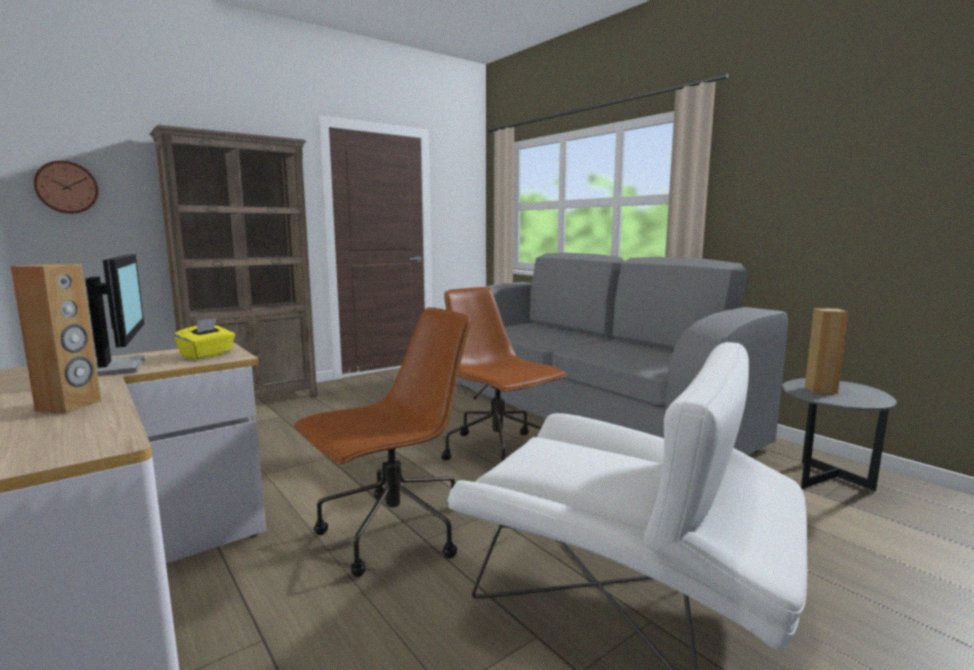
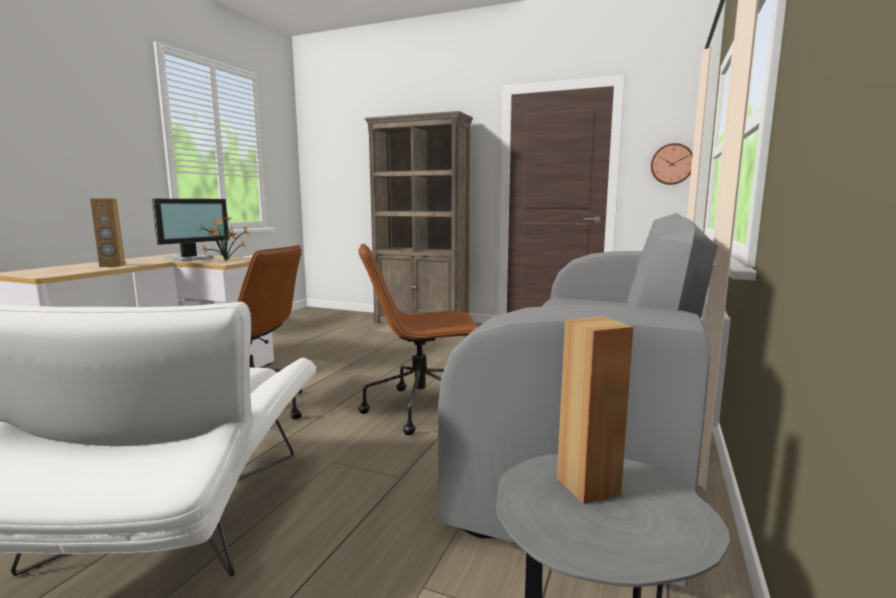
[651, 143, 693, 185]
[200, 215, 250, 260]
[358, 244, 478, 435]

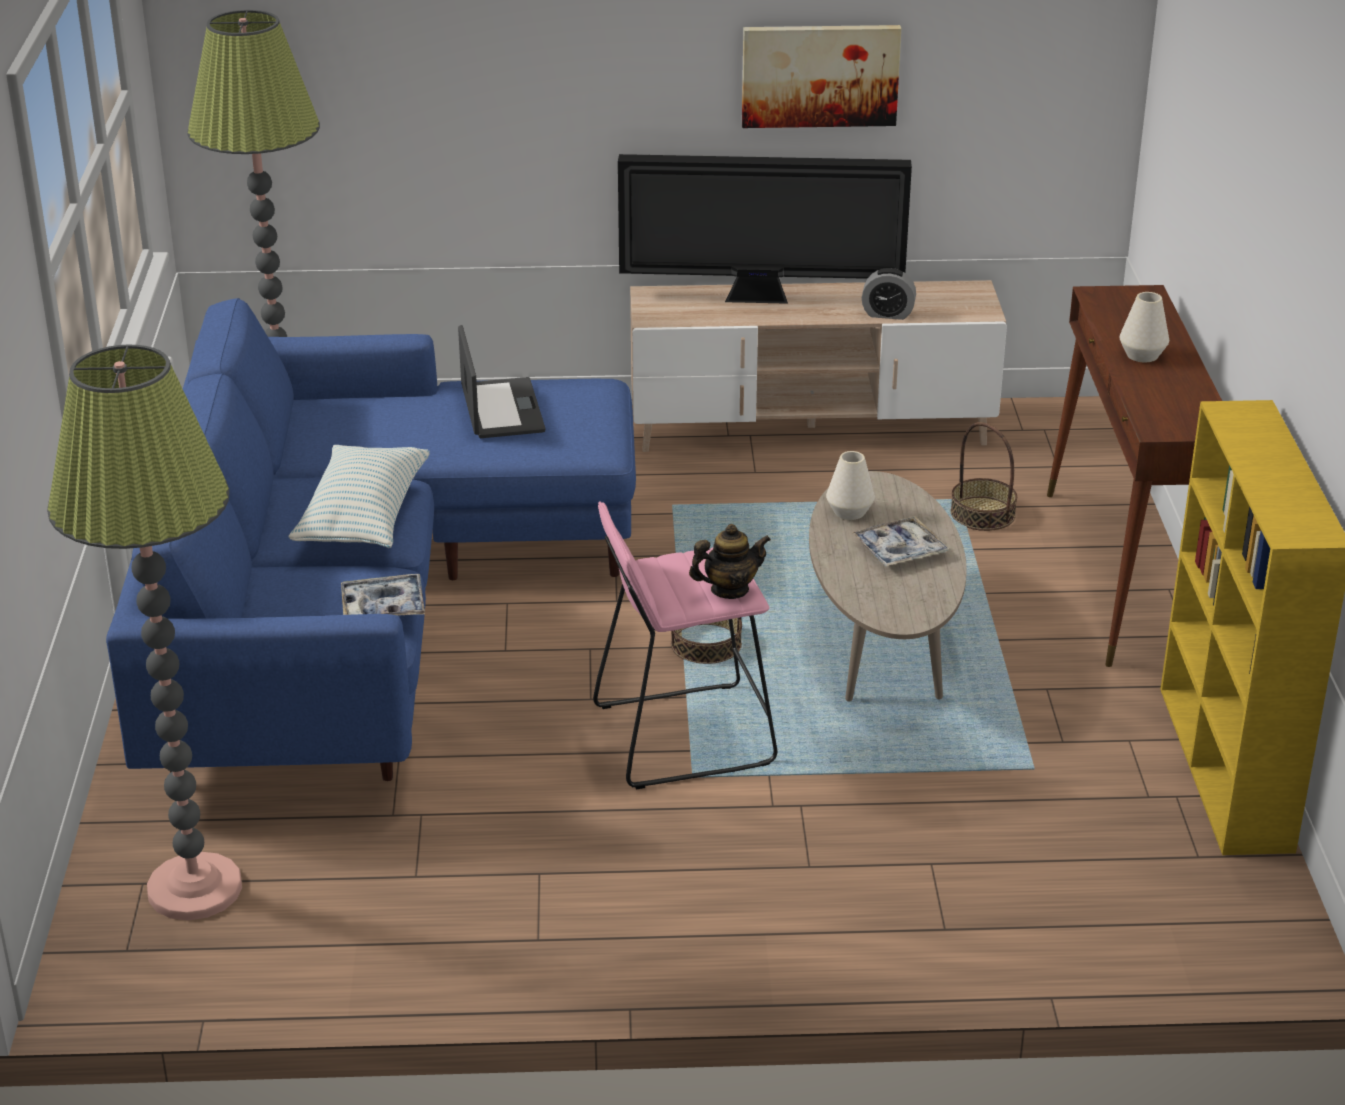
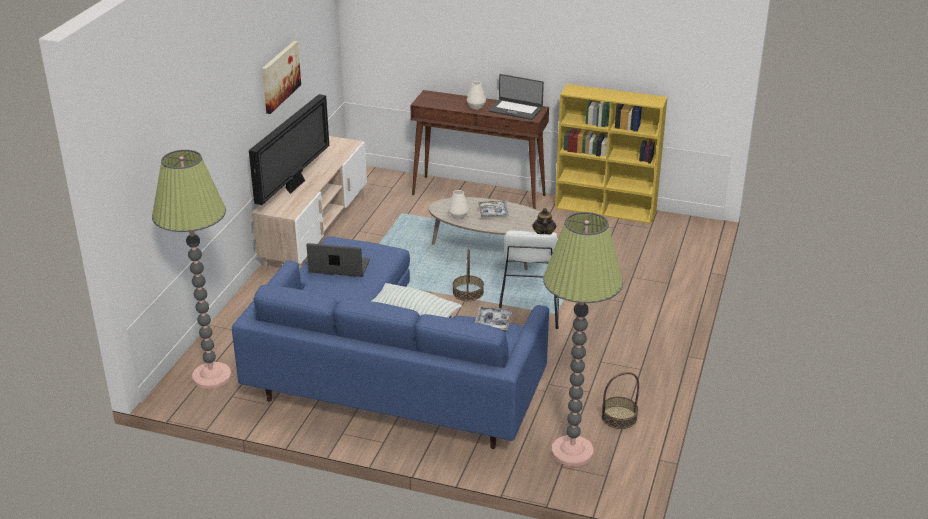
[862, 268, 916, 320] (first image)
[489, 74, 544, 120]
[601, 372, 639, 429]
[499, 230, 559, 329]

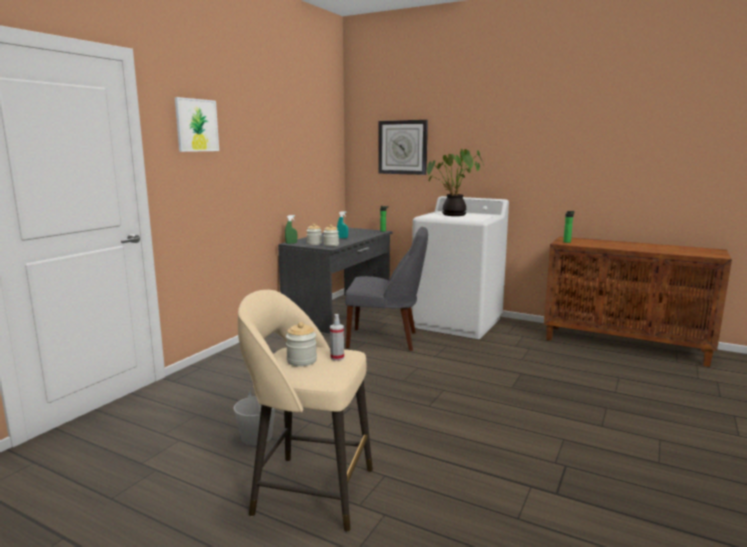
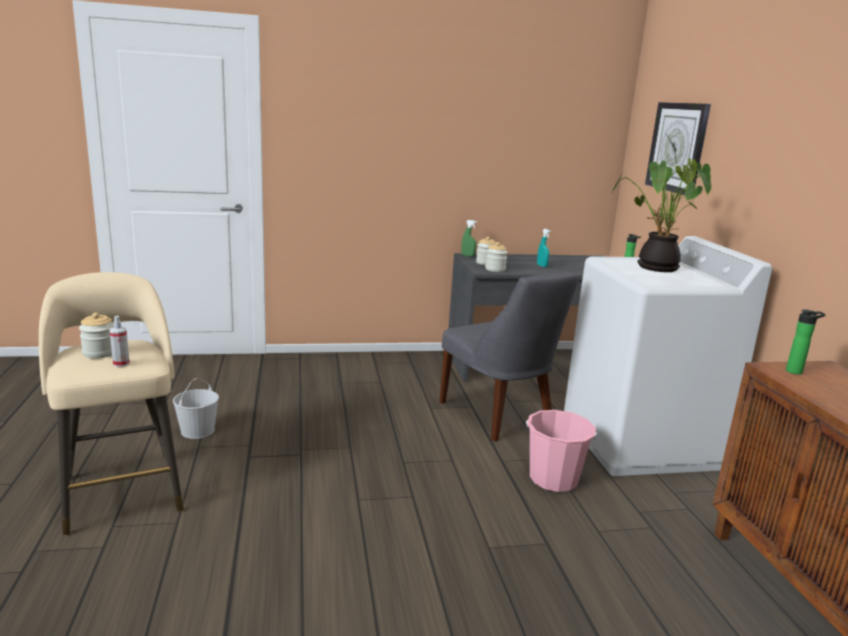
[175, 97, 219, 152] (first image)
[526, 410, 597, 492]

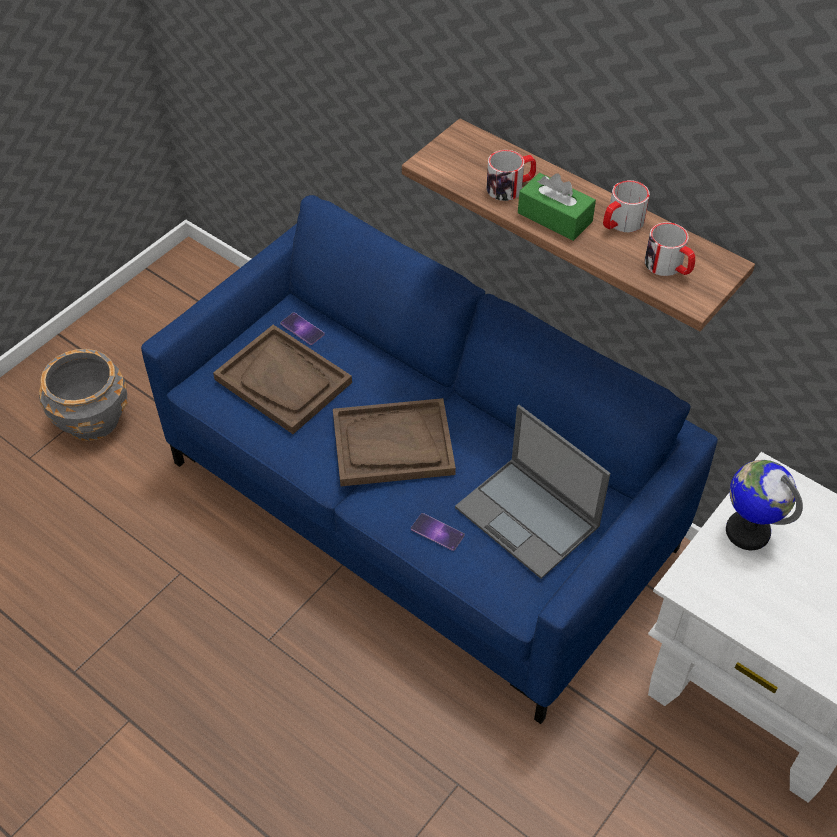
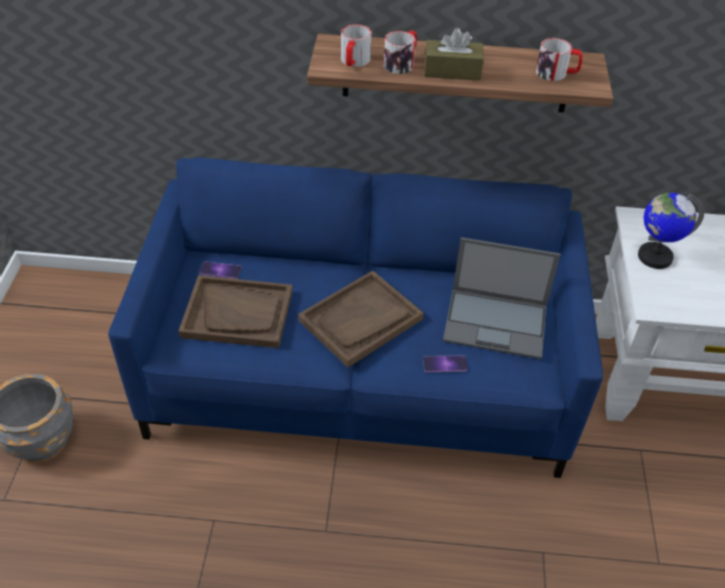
[341, 24, 372, 67]
[424, 28, 484, 81]

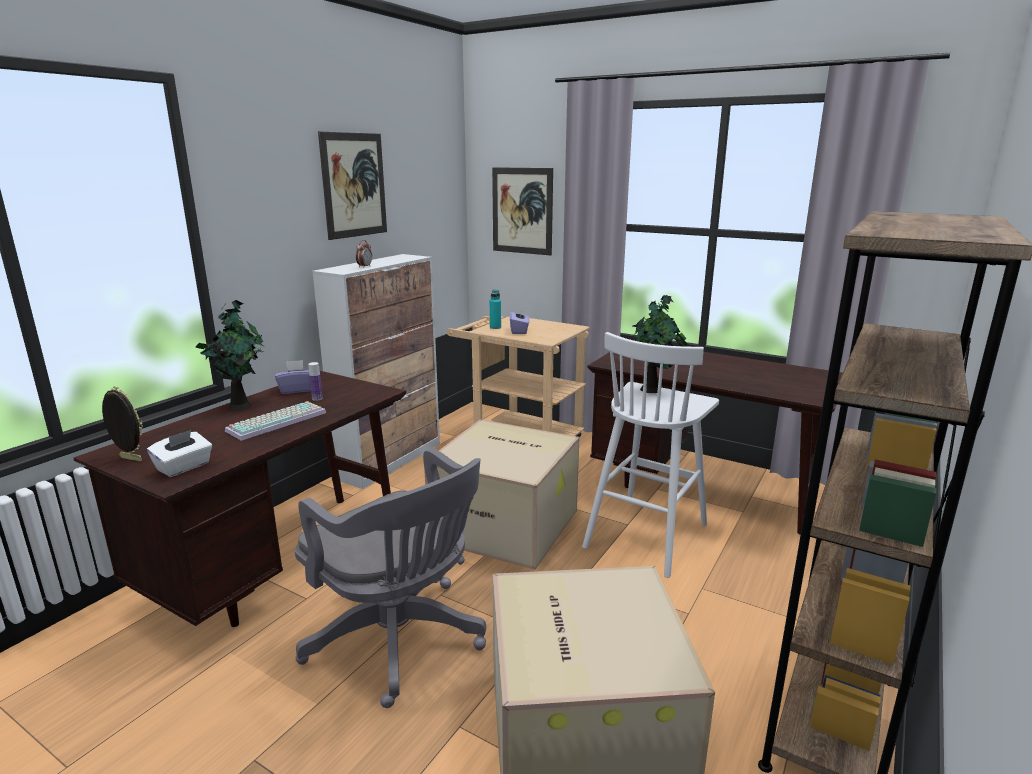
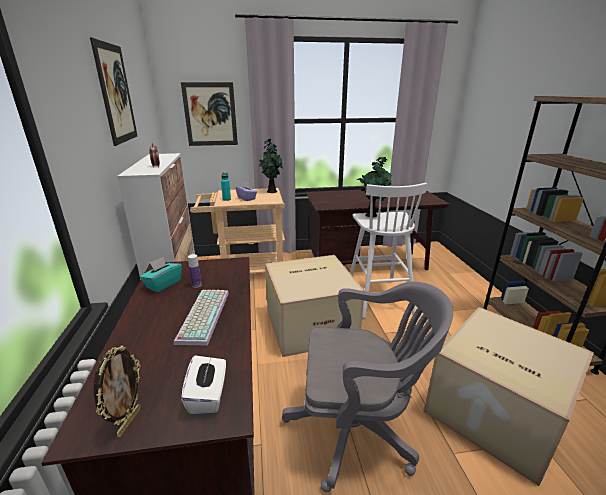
[259, 139, 283, 193]
[140, 257, 182, 292]
[94, 345, 141, 437]

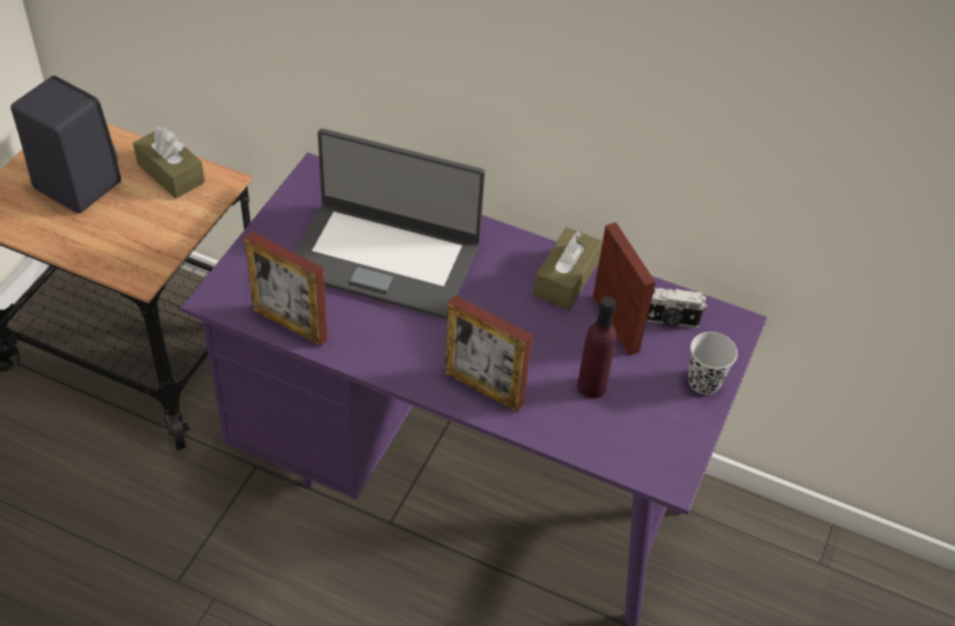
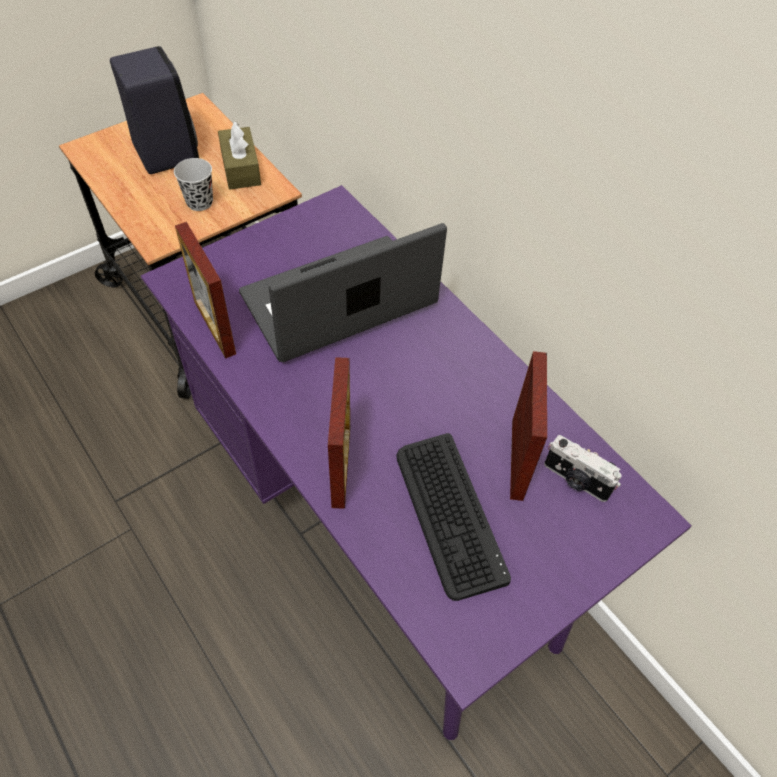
[533, 227, 602, 310] (first image)
[174, 158, 213, 211]
[396, 433, 511, 601]
[239, 223, 447, 362]
[328, 357, 350, 509]

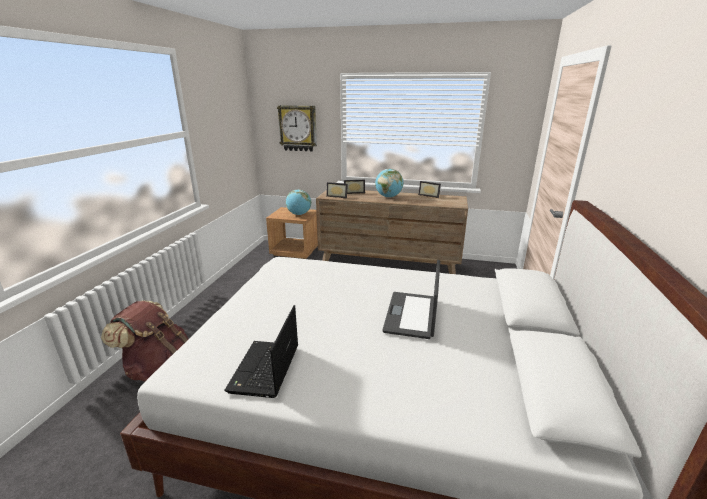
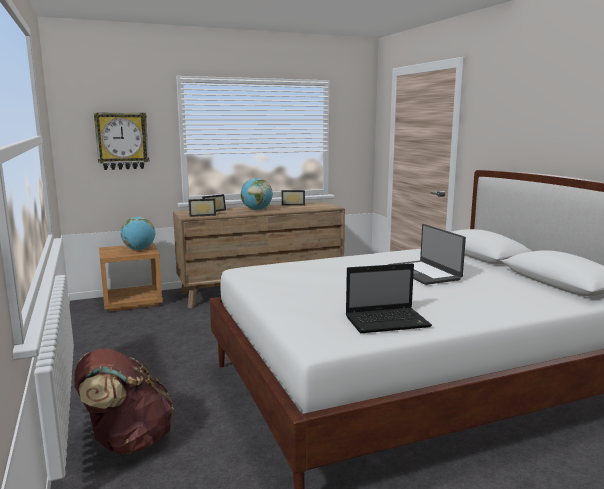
[346, 263, 432, 333]

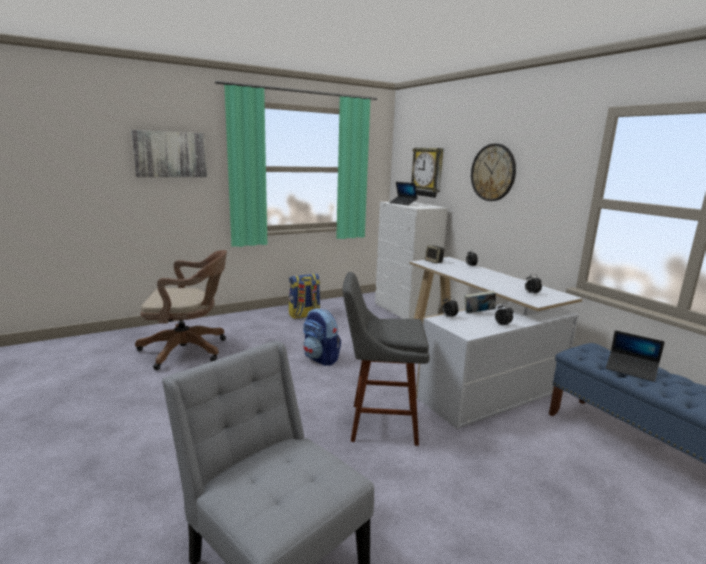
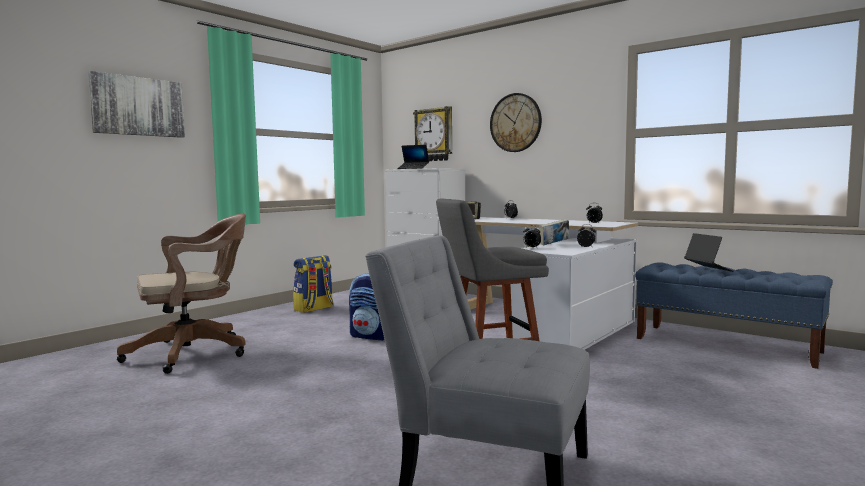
[684, 233, 734, 272]

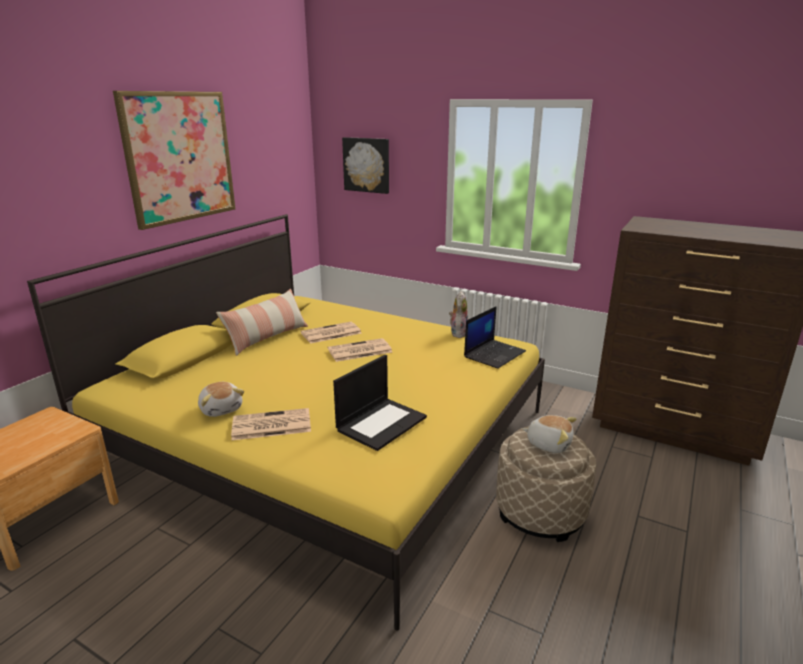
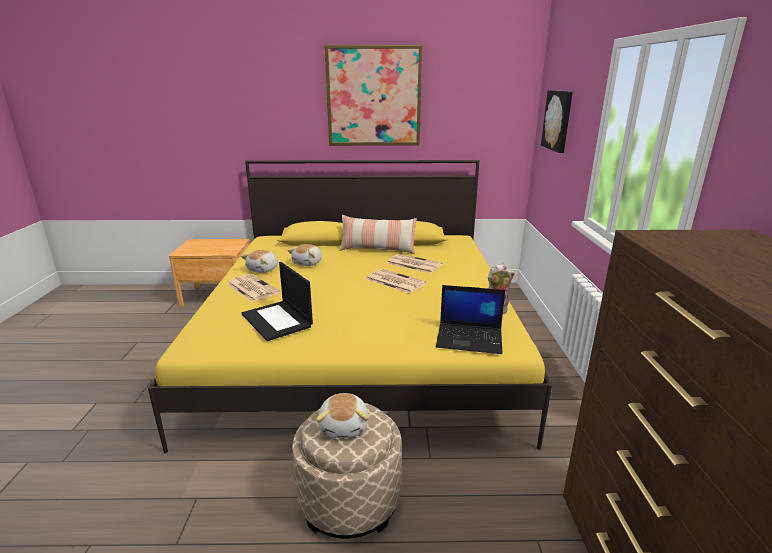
[287, 244, 322, 266]
[241, 262, 313, 341]

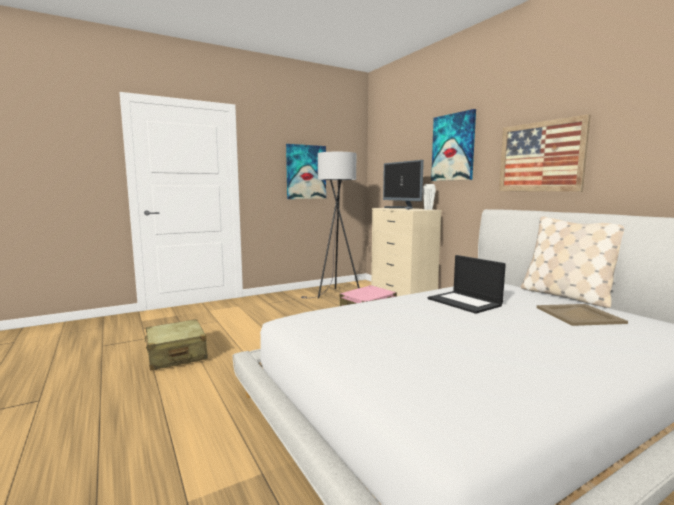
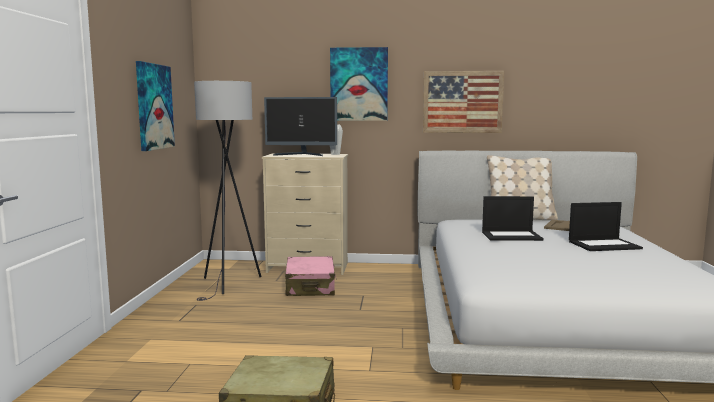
[569, 202, 643, 251]

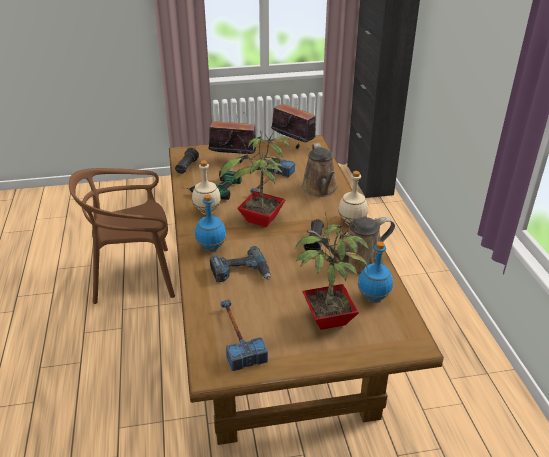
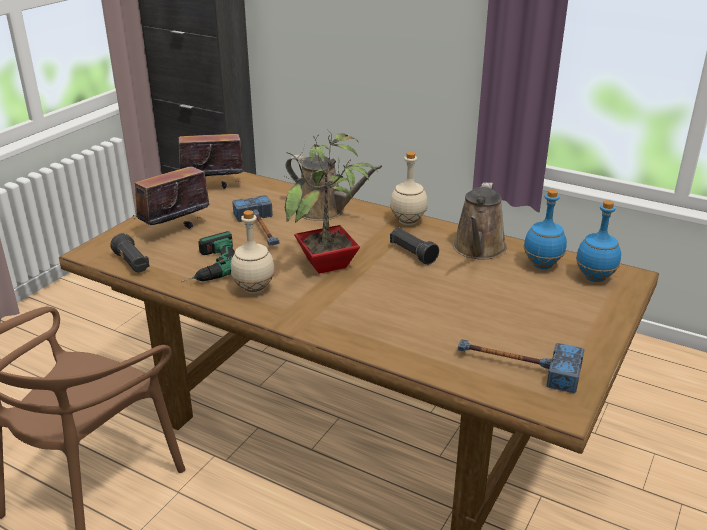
[210, 246, 271, 283] (first image)
[295, 212, 369, 330] (first image)
[576, 200, 621, 282]

